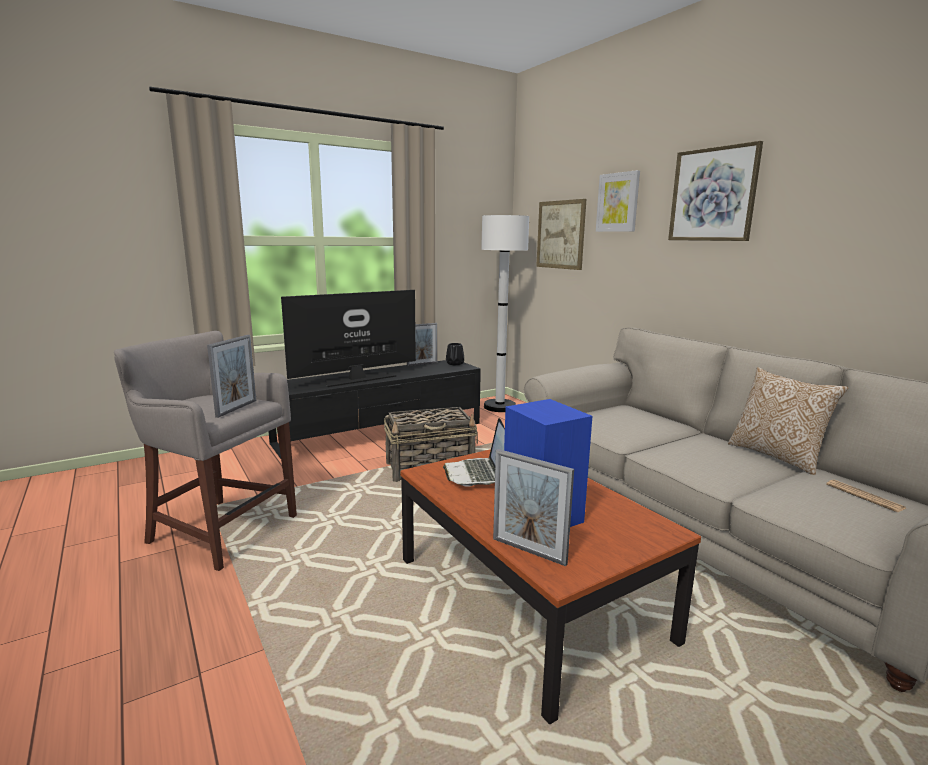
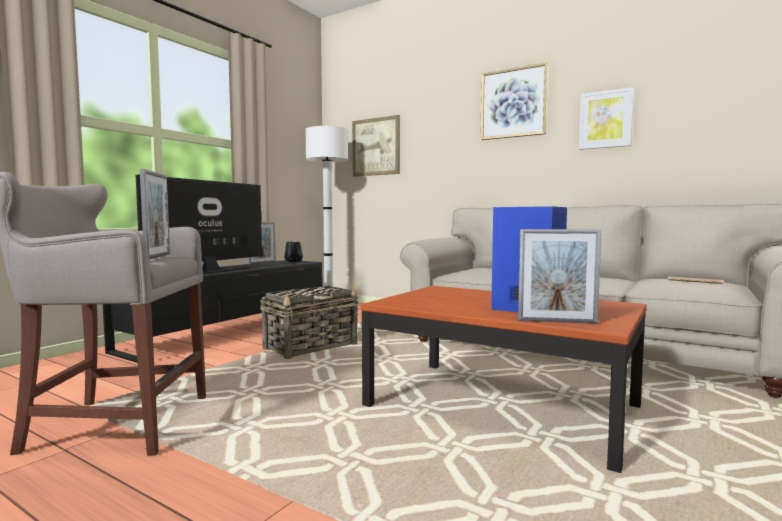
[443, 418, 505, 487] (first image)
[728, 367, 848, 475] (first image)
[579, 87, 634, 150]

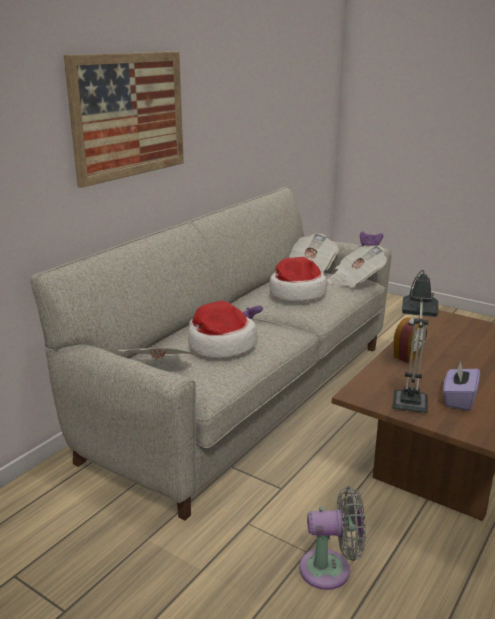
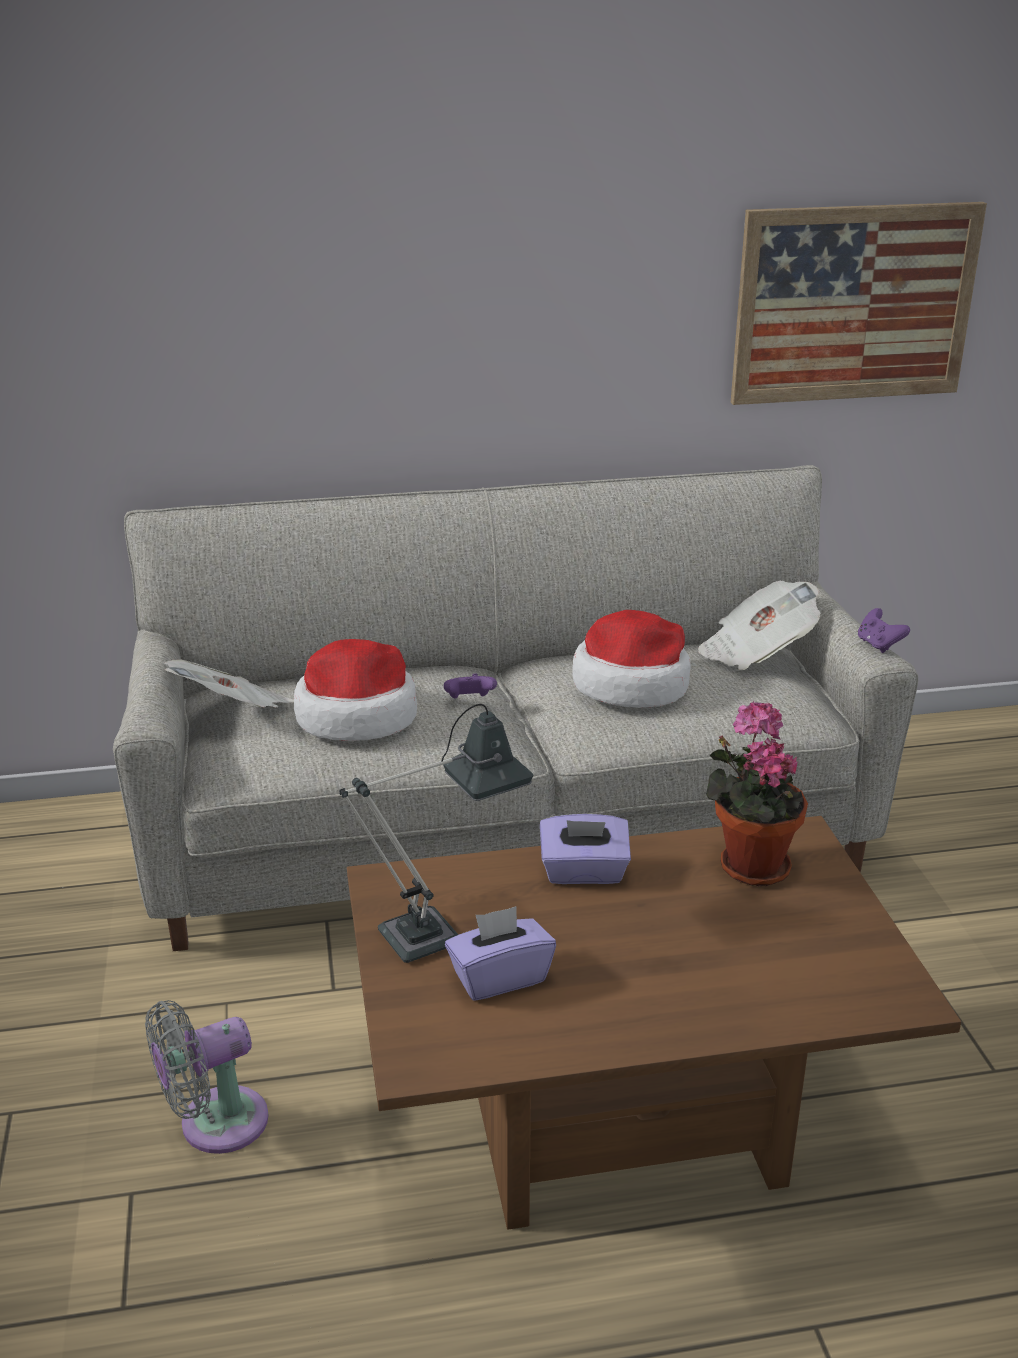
[327, 246, 387, 287] (first image)
[706, 701, 808, 886]
[731, 202, 987, 405]
[540, 814, 631, 884]
[145, 1000, 268, 1154]

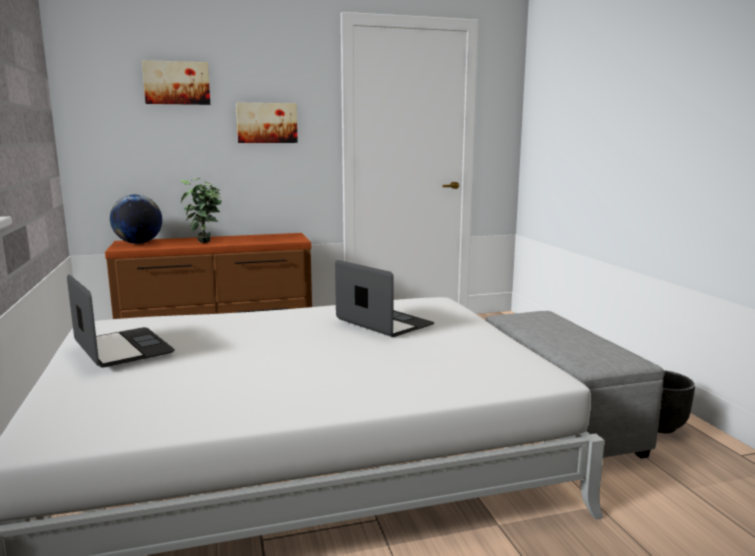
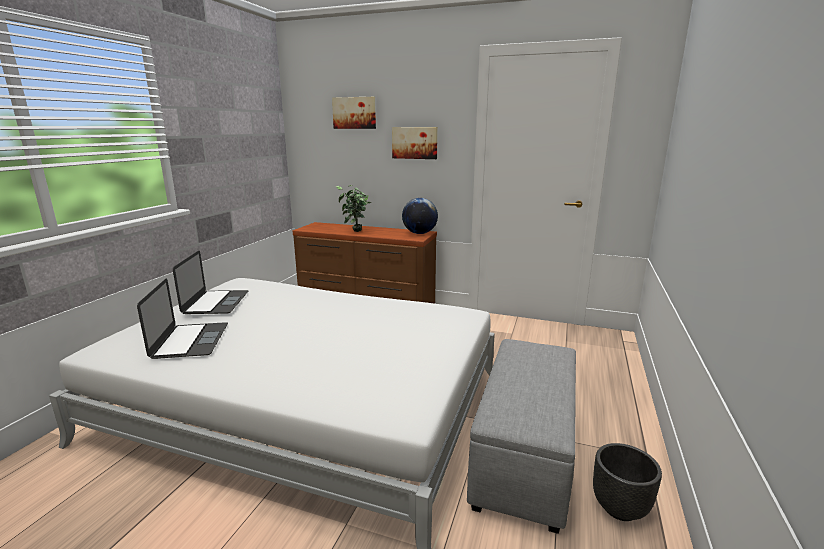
[402, 198, 438, 234]
[137, 279, 228, 359]

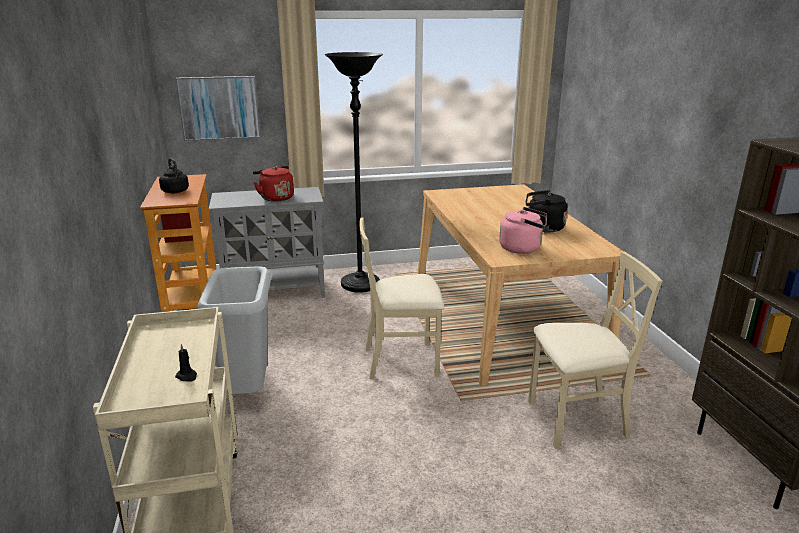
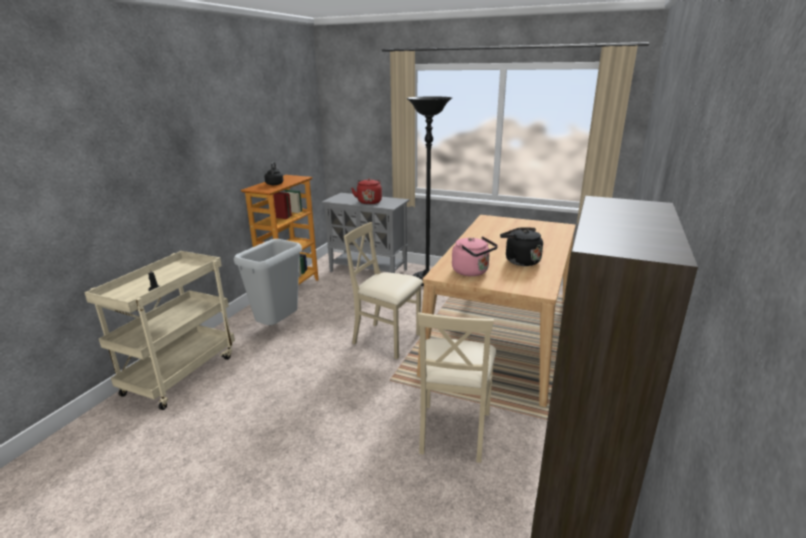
[175, 76, 260, 141] (first image)
[418, 312, 496, 463]

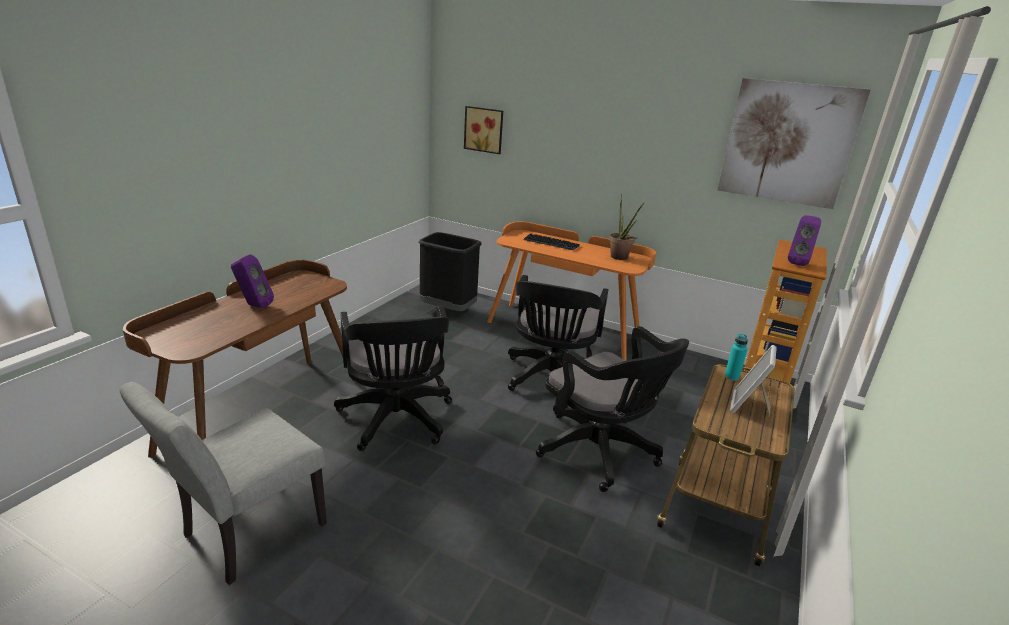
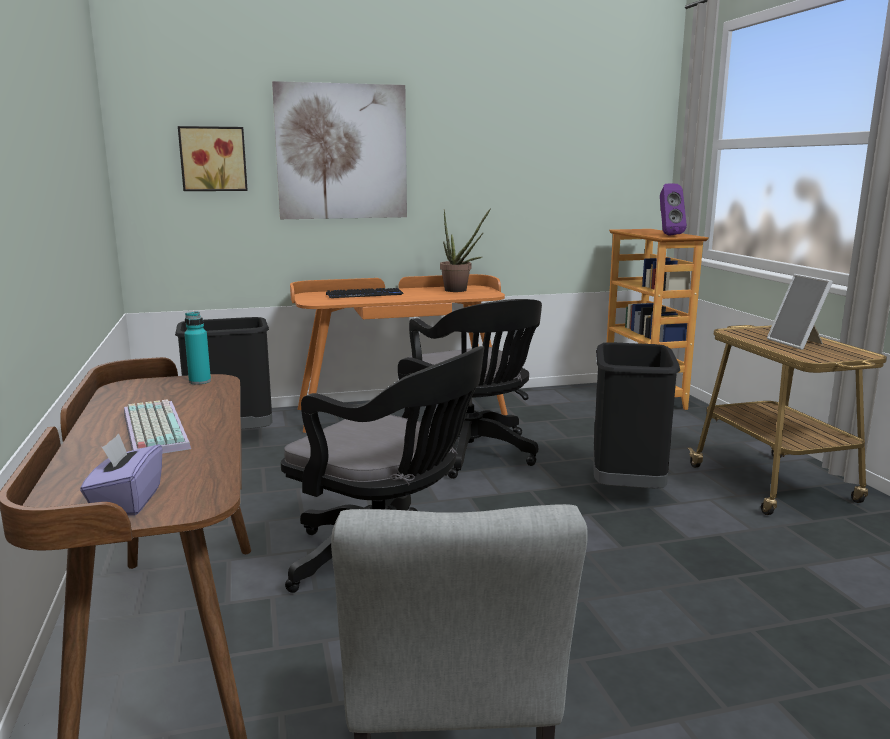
[80, 434, 162, 516]
[272, 81, 407, 219]
[184, 311, 211, 385]
[124, 399, 191, 454]
[593, 342, 680, 489]

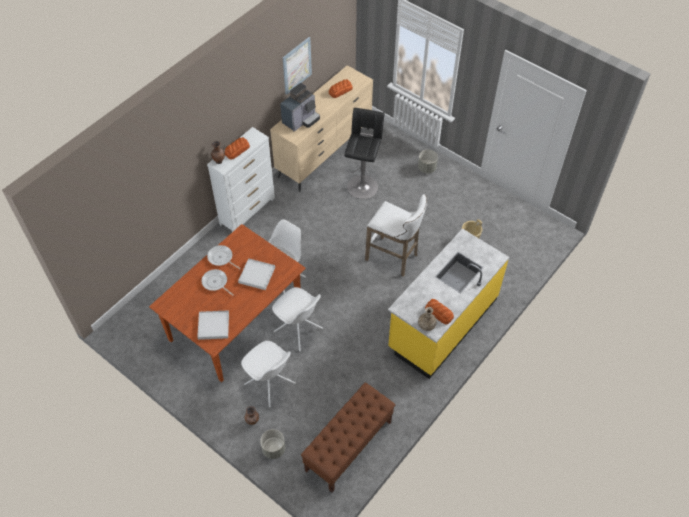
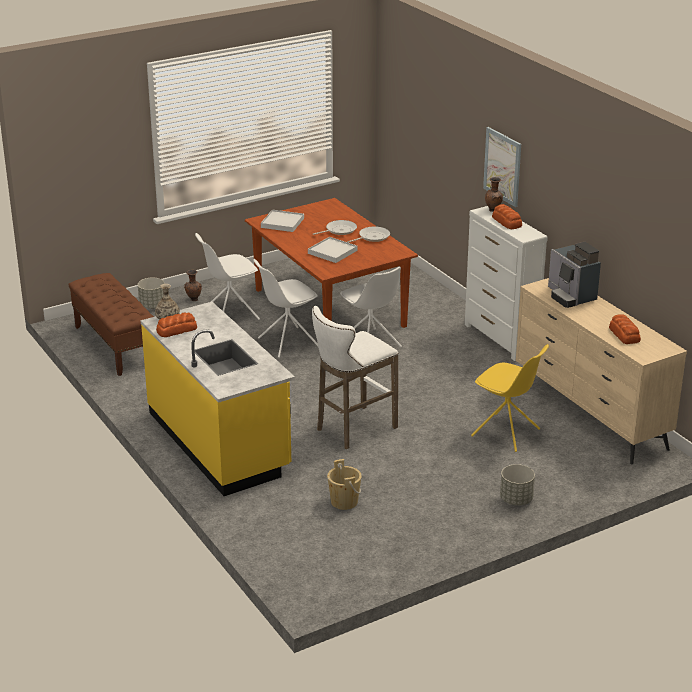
[483, 127, 521, 207]
[471, 344, 549, 452]

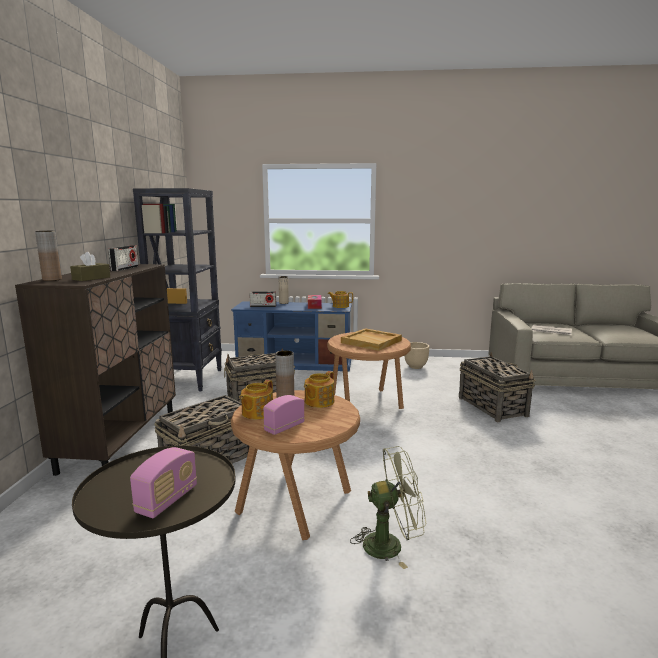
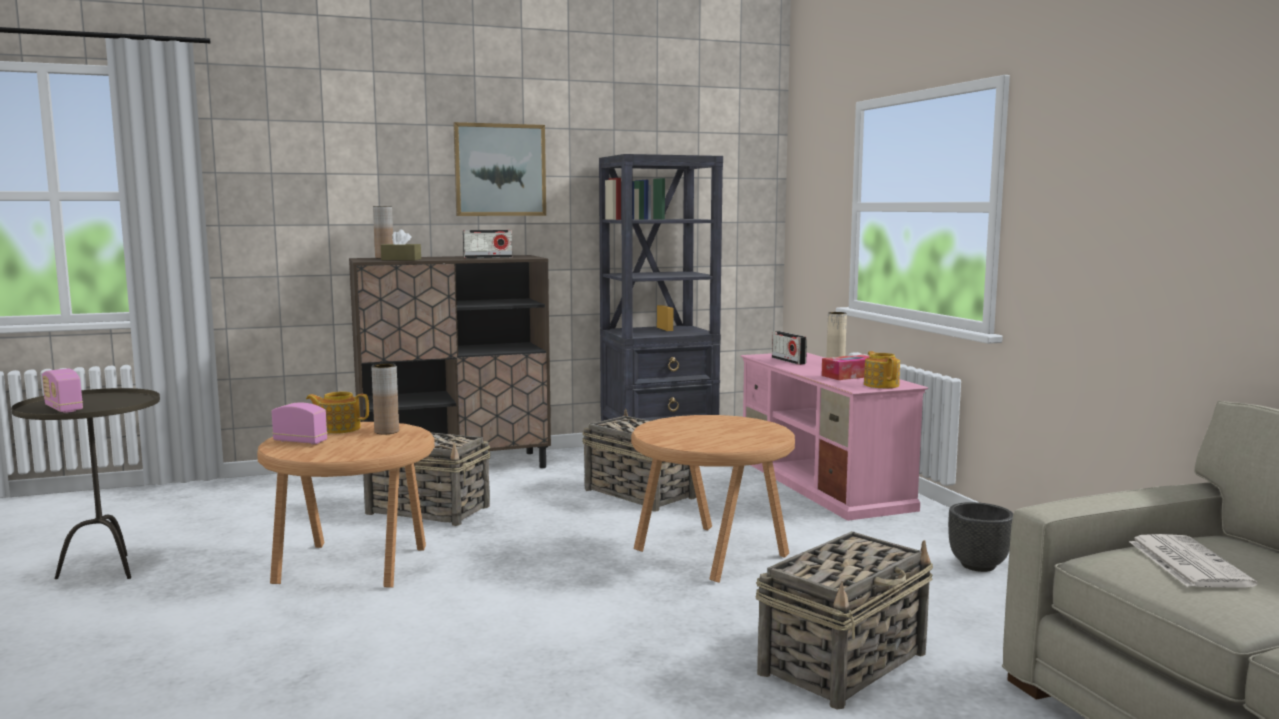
[304, 371, 334, 408] (first image)
[341, 328, 402, 351] (first image)
[350, 446, 427, 569] (first image)
[454, 122, 546, 216]
[741, 352, 928, 521]
[948, 502, 1013, 572]
[42, 369, 83, 413]

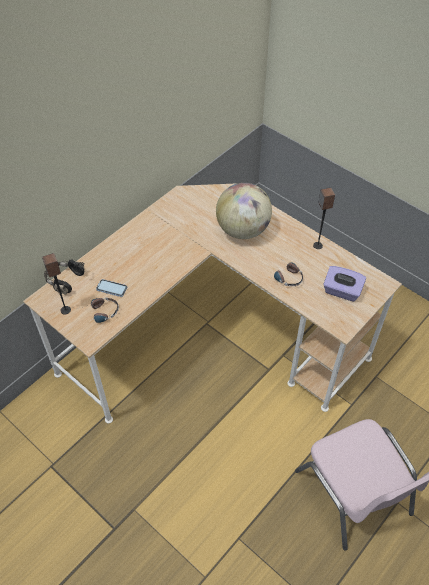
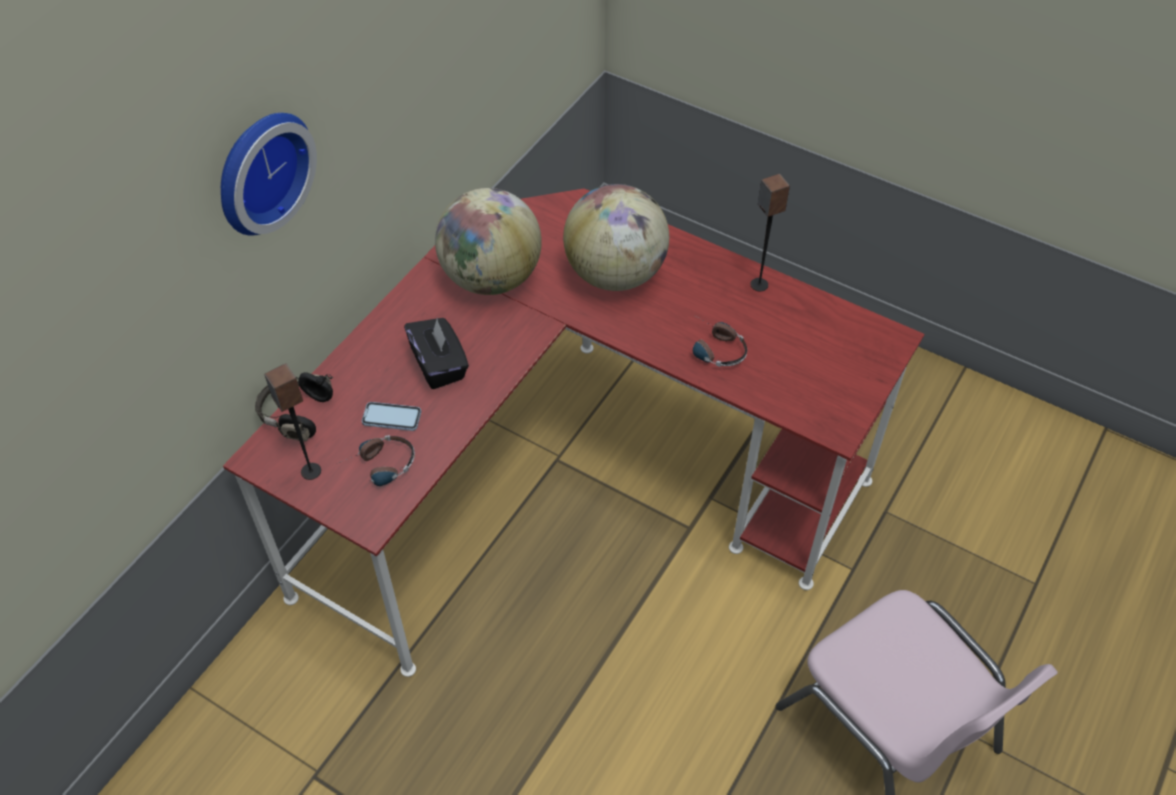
[323, 266, 366, 302] (first image)
[221, 113, 317, 236]
[404, 318, 469, 389]
[435, 188, 542, 295]
[223, 188, 925, 677]

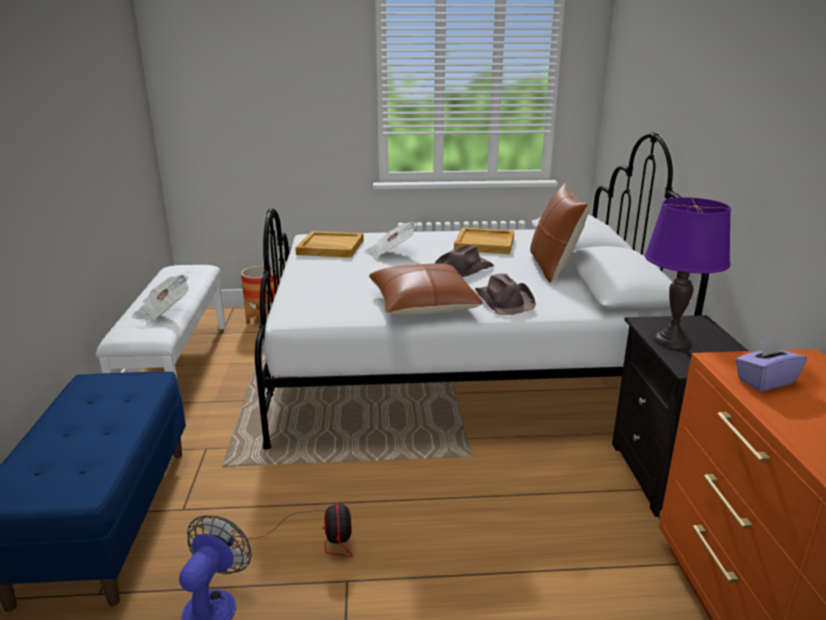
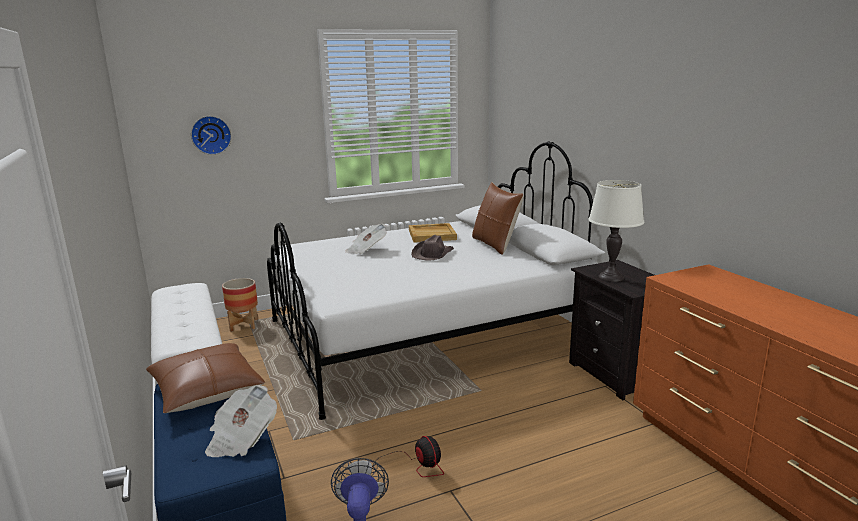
[295, 231, 364, 258] (first image)
[475, 273, 536, 315] (first image)
[735, 337, 807, 391] (first image)
[191, 116, 232, 155]
[205, 385, 277, 457]
[146, 343, 265, 413]
[588, 180, 645, 282]

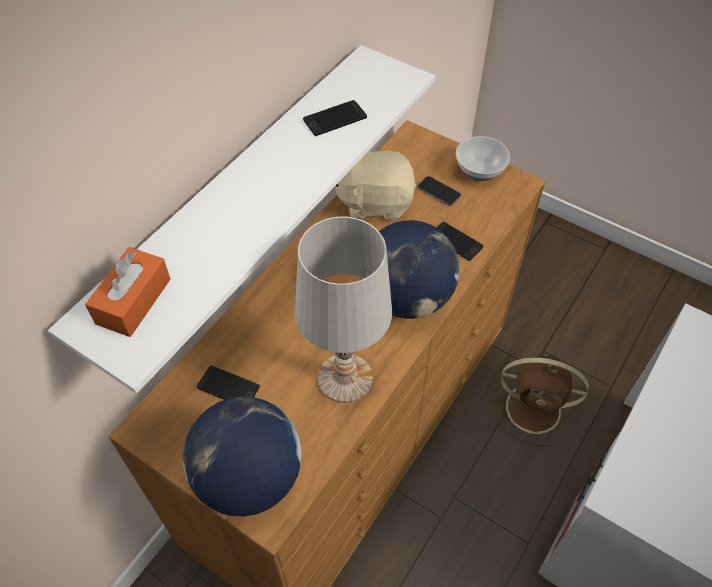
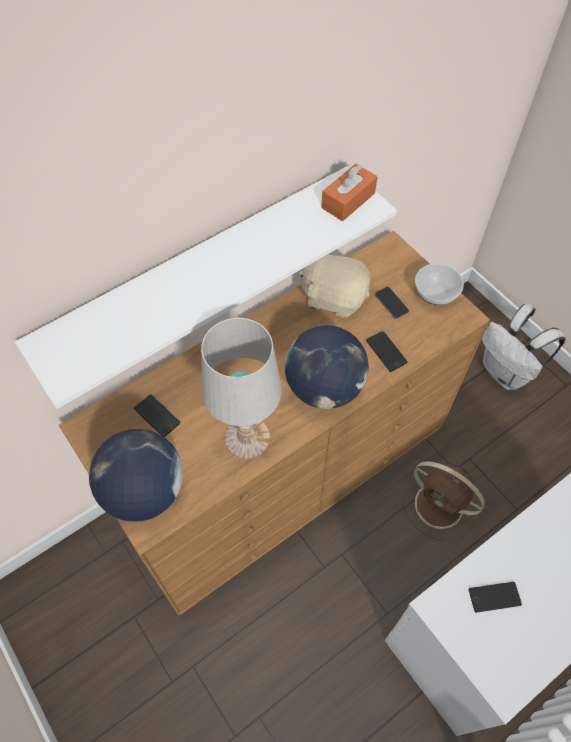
[482, 304, 566, 390]
[321, 164, 378, 221]
[469, 582, 522, 613]

